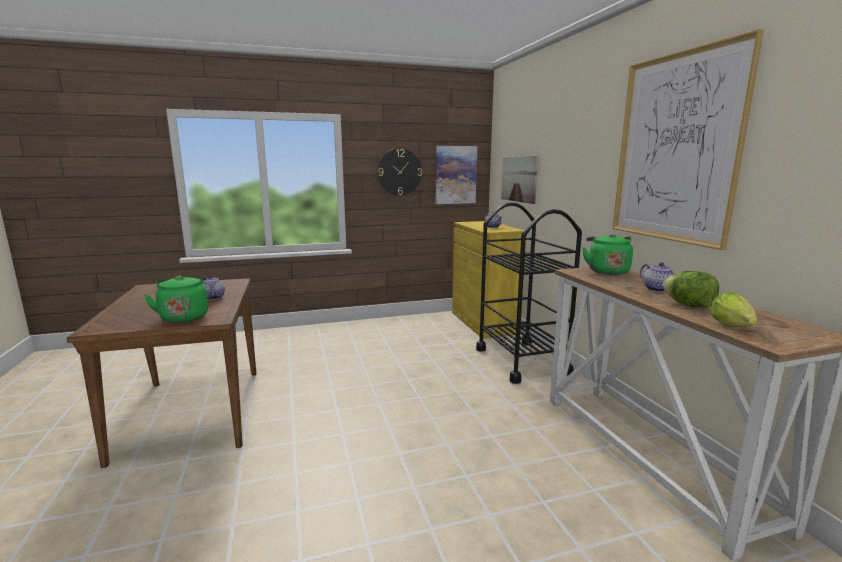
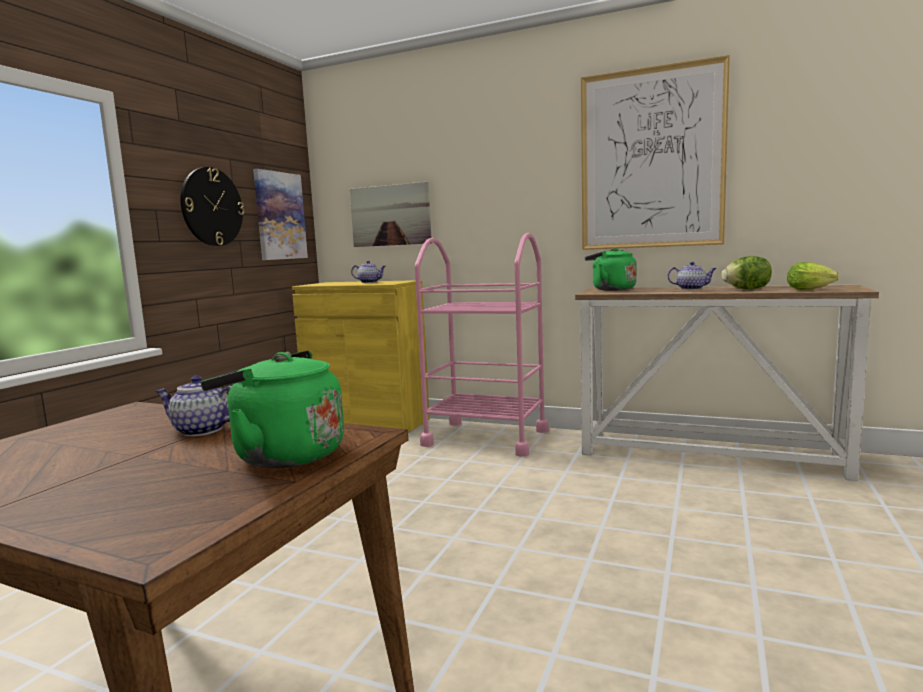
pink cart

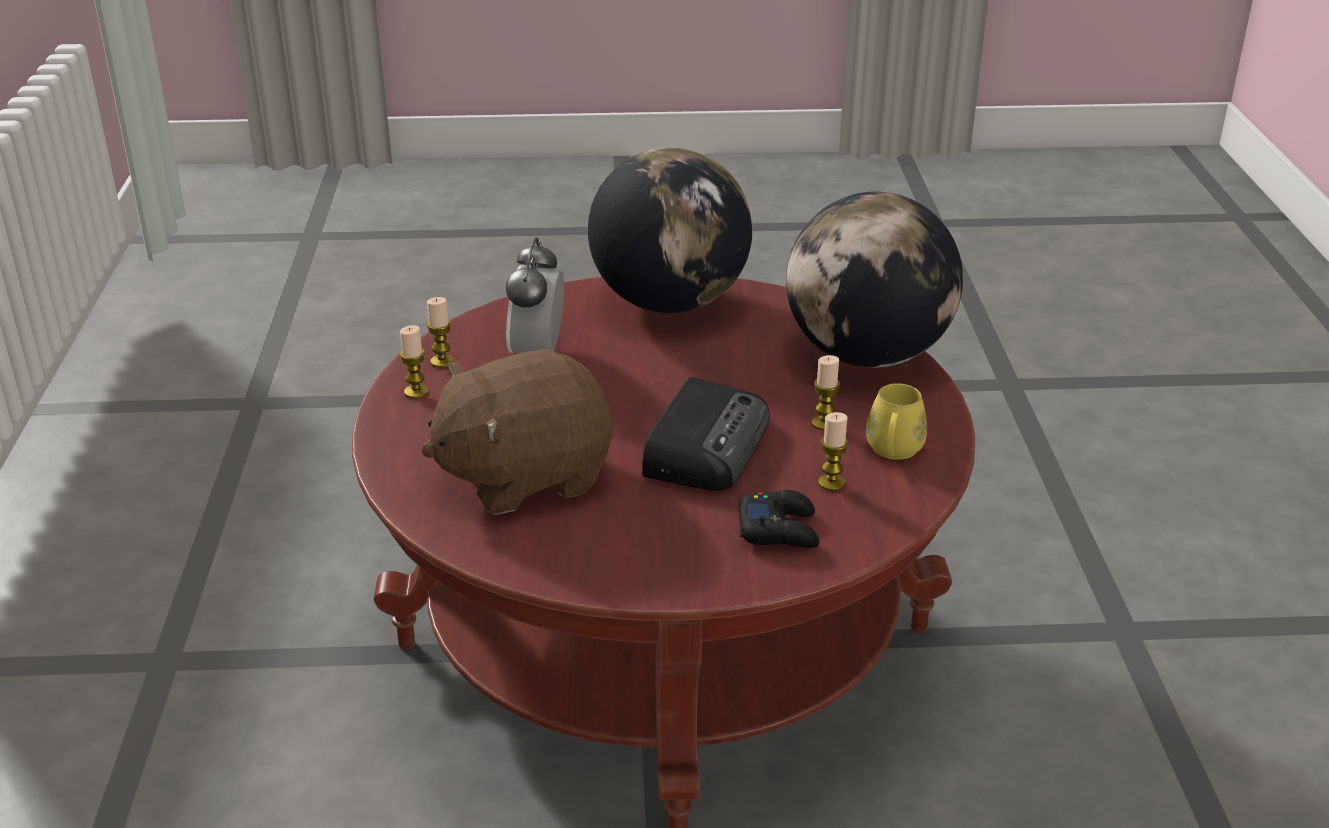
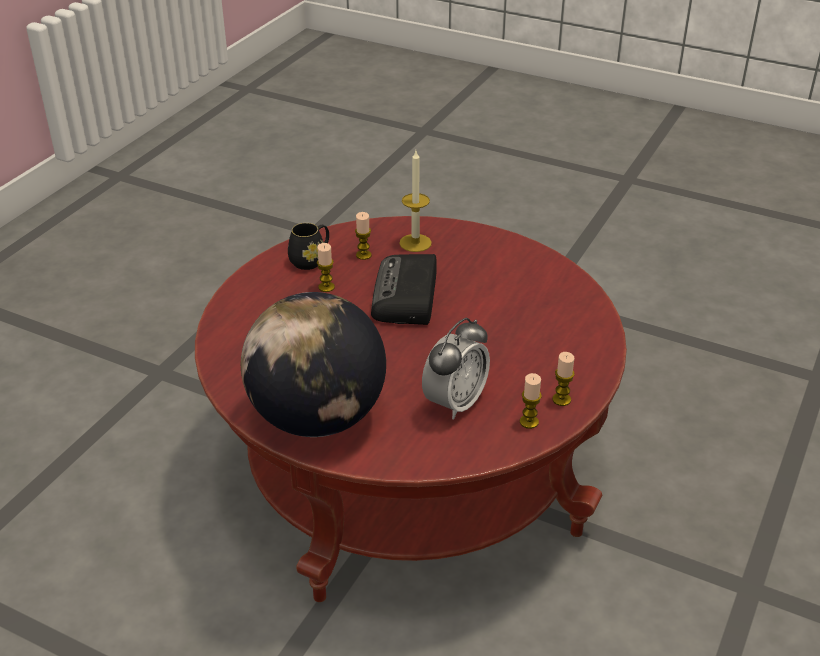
brown plush toy; radio; candle (3rd from left); globe (2nd from left in the first image); black mug

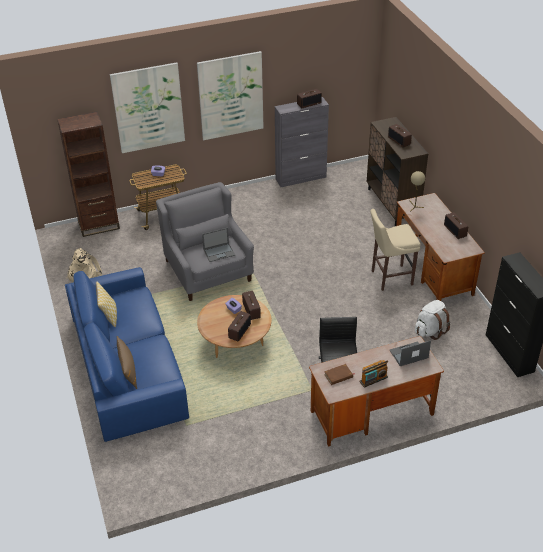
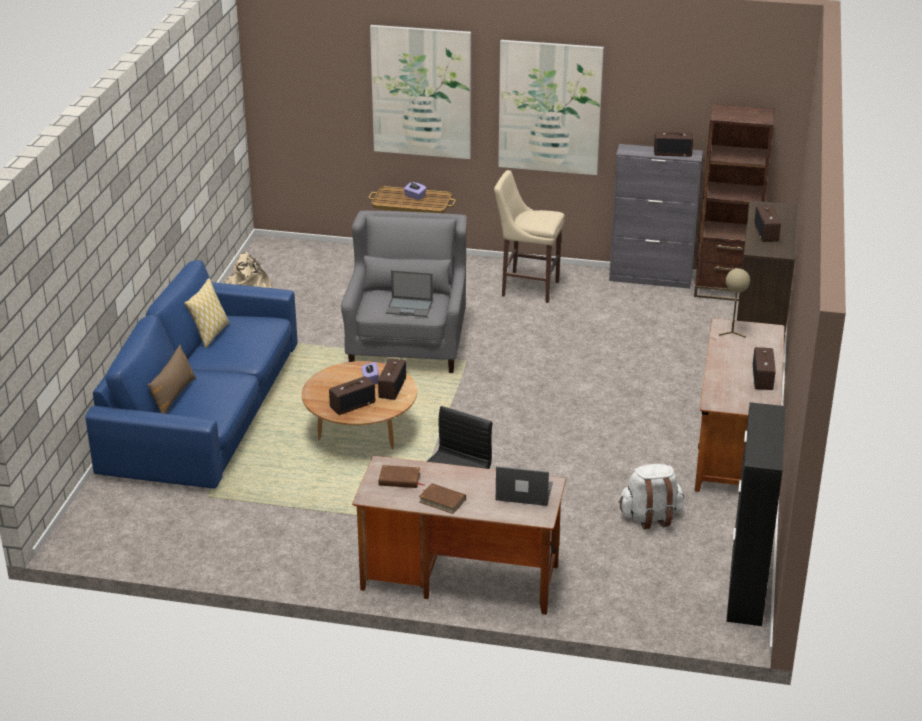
brown bookcase; brown book (2nd from left); beige stool

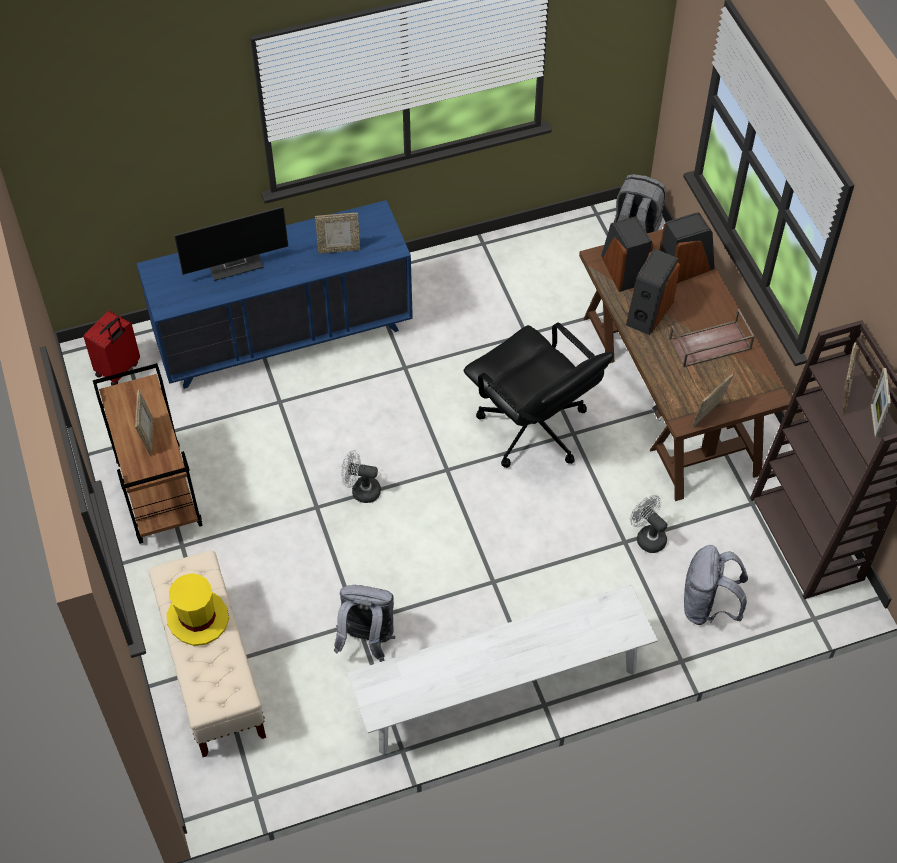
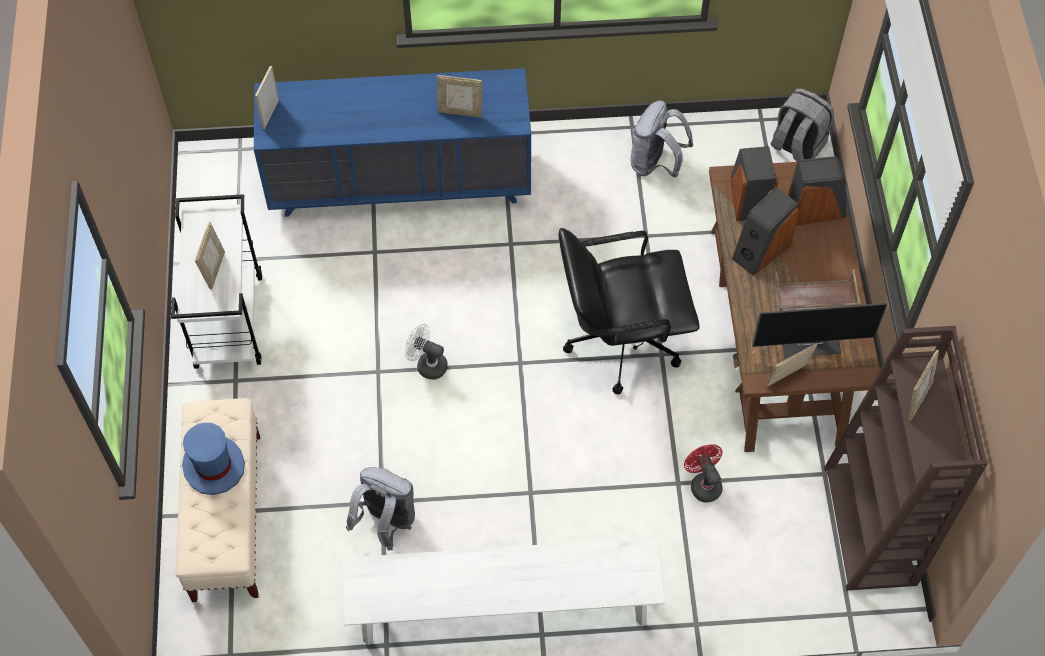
red suitcase; white cart; blue hat; monitor; black office chair; red fan; grey backpack (2nd from left); picture frame (2nd from left)

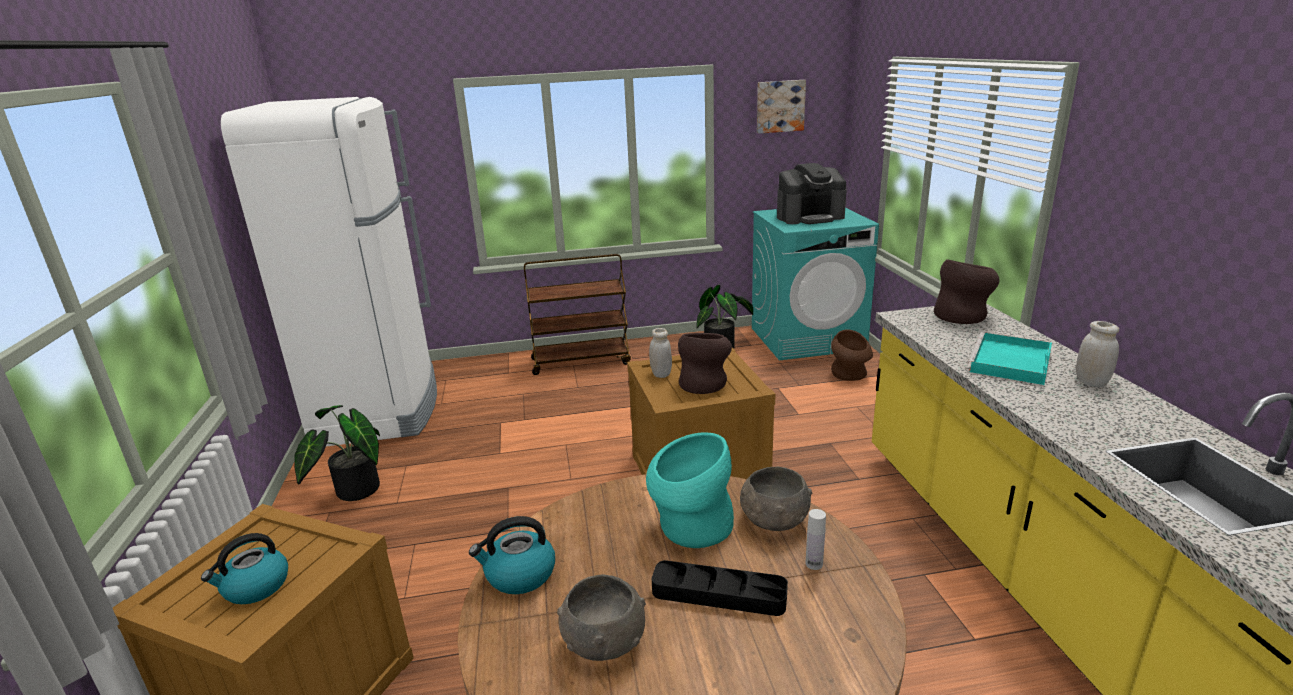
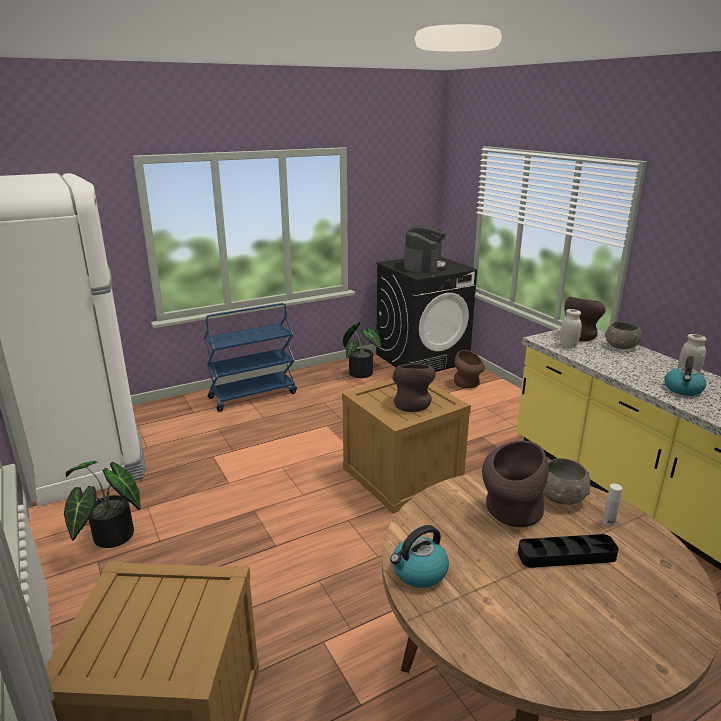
kettle (2nd from left); blue cart; grey bowl (2nd from left); brown vase (3rd from left); white jar (1st from left); black washing machine; picture; coffee machine; turquoise tray

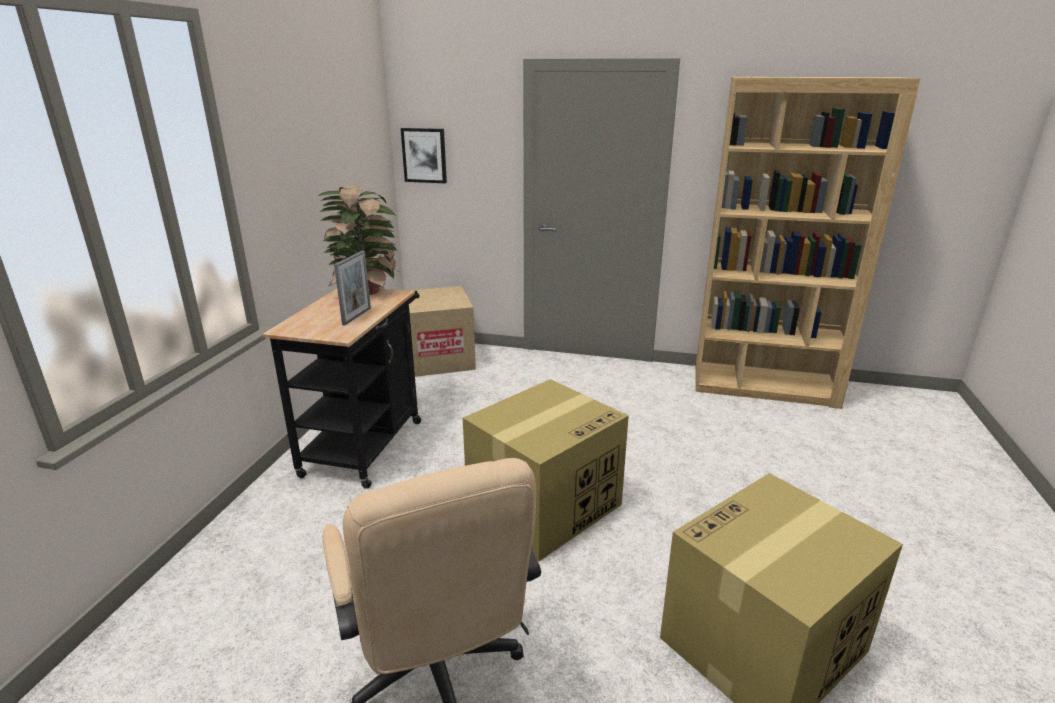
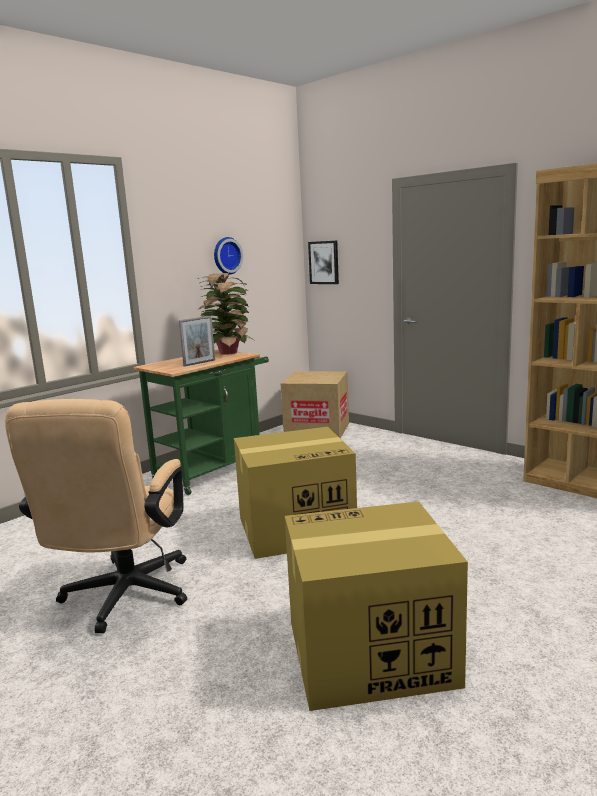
green cart; wall clock

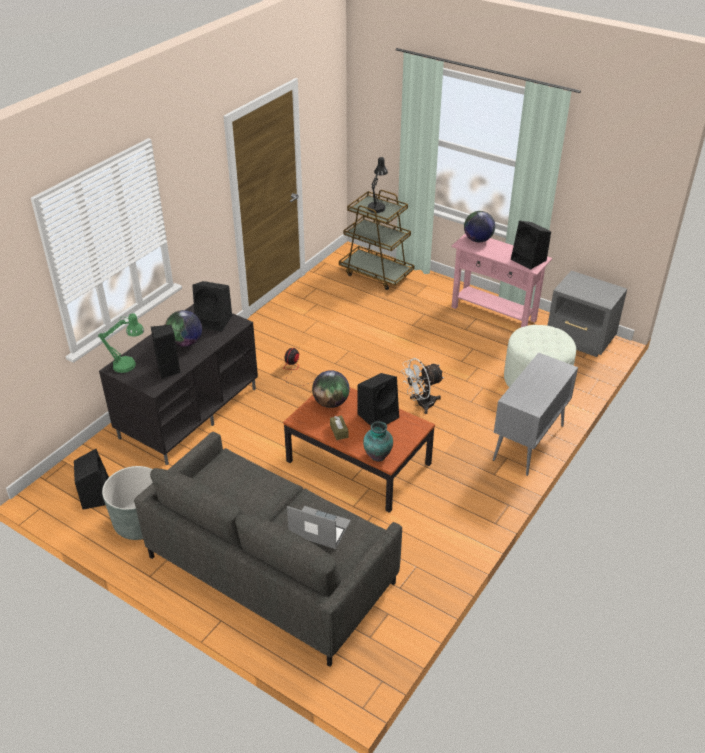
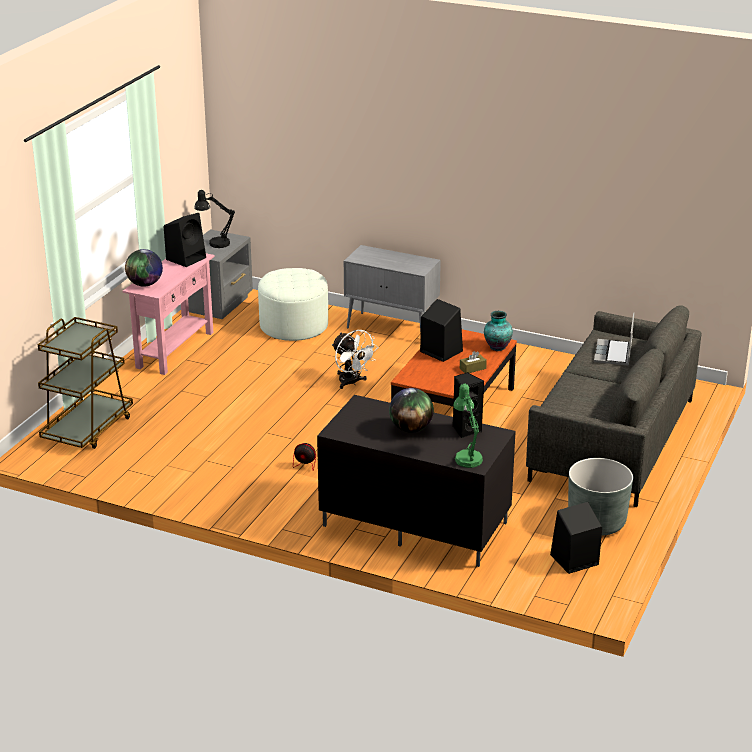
black speaker (3rd from left in the first image); globe (2nd from left in the first image); black table lamp

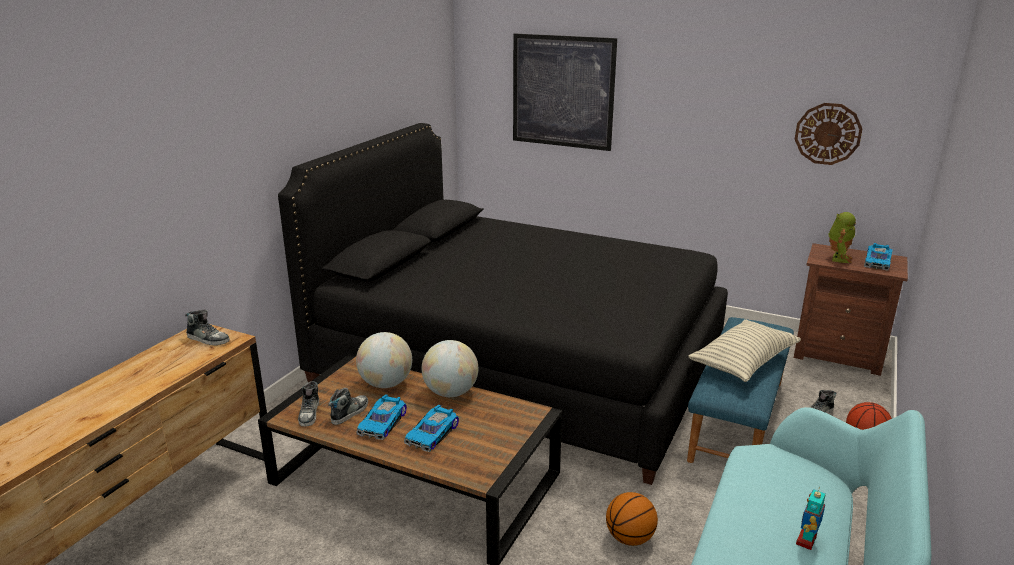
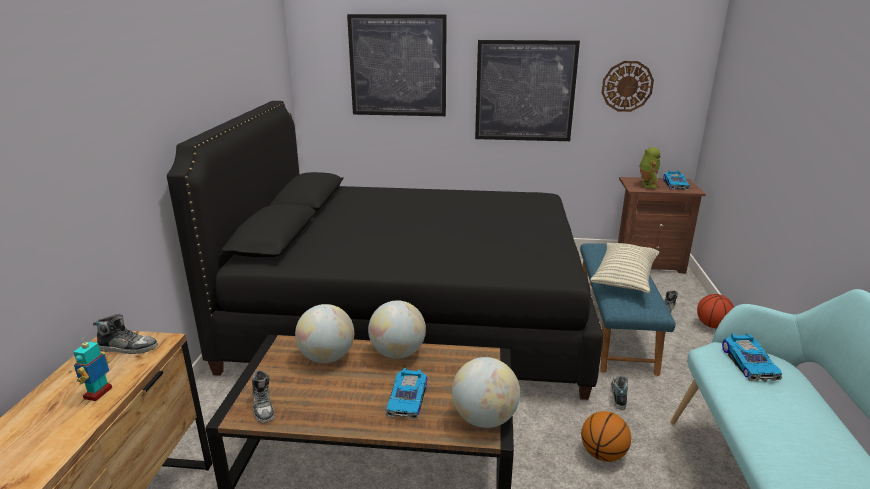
shoe (3rd from left); toy car (3rd from left); toy robot (1st from left); globe (3rd from left); picture (2nd from left)

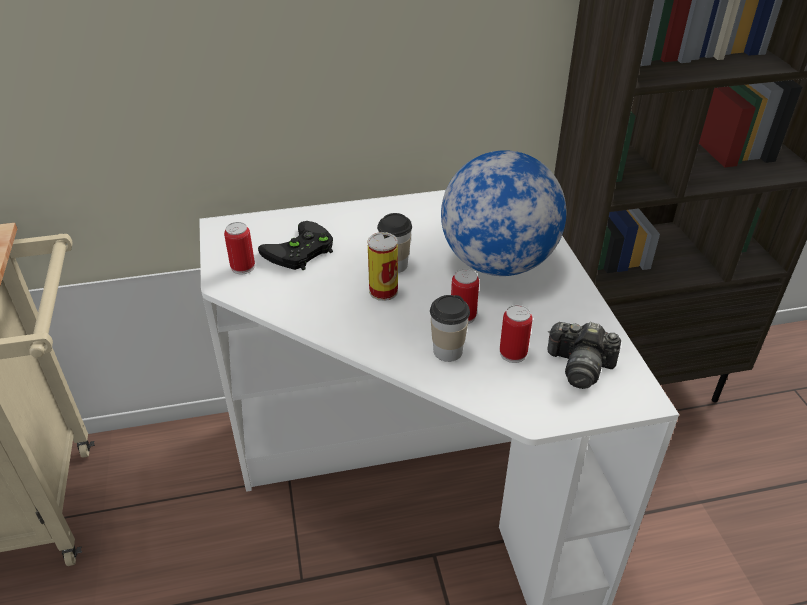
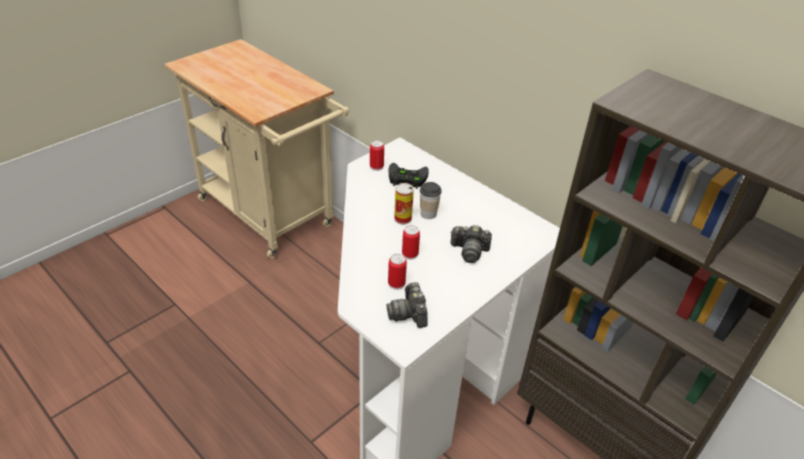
cup (2nd from left in the first image); photo camera (2nd from left)

